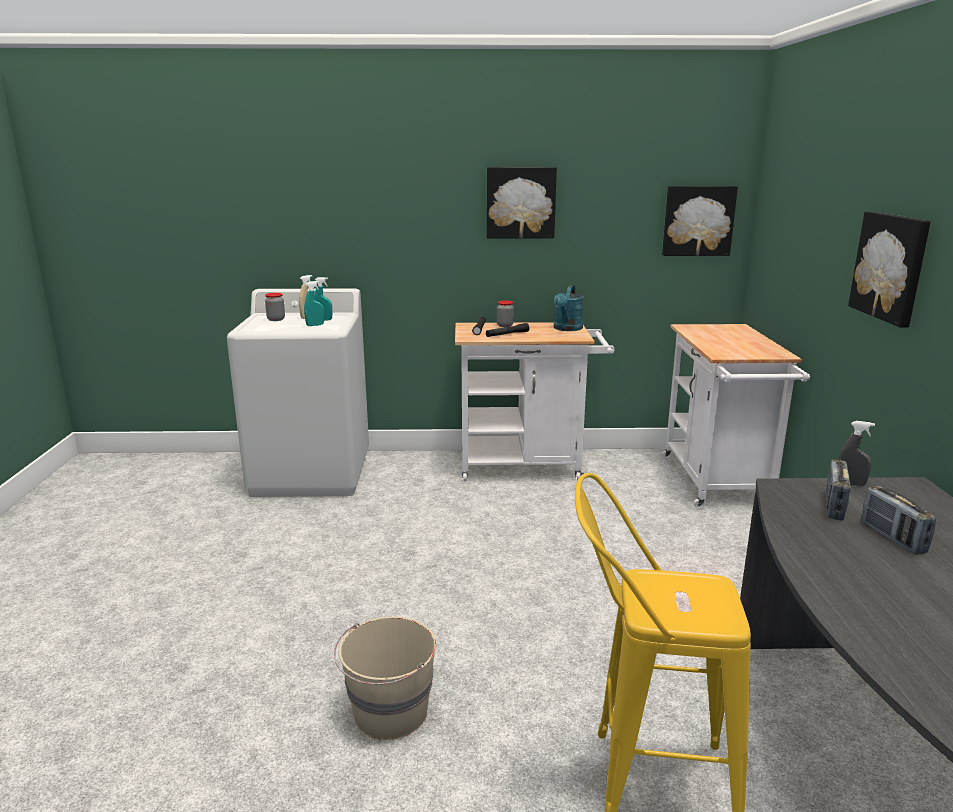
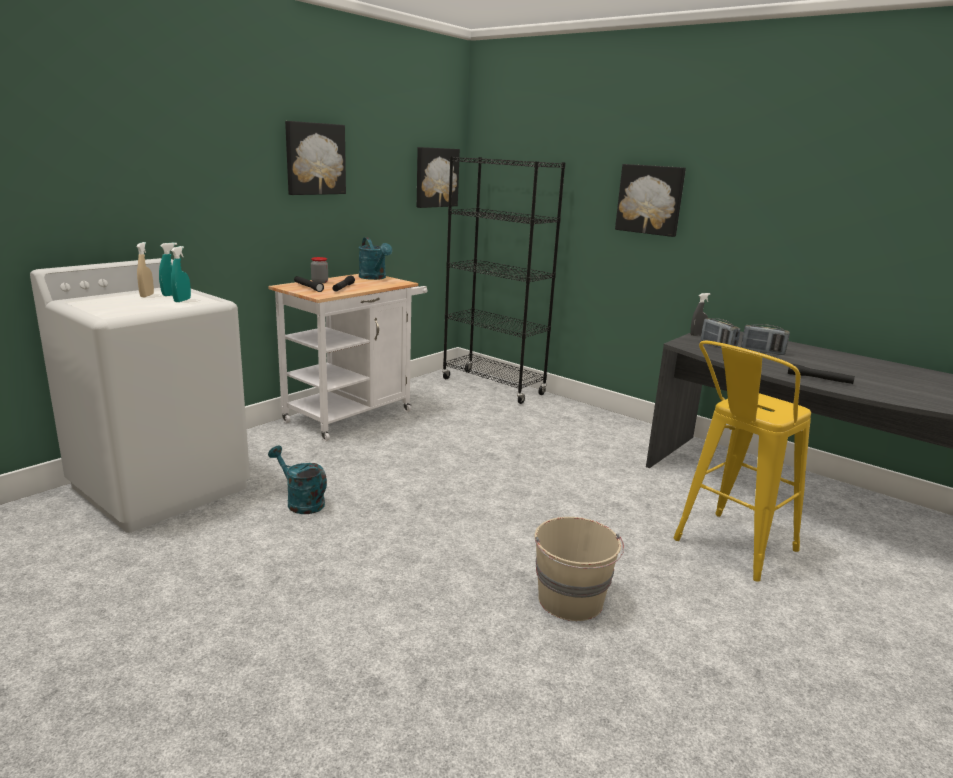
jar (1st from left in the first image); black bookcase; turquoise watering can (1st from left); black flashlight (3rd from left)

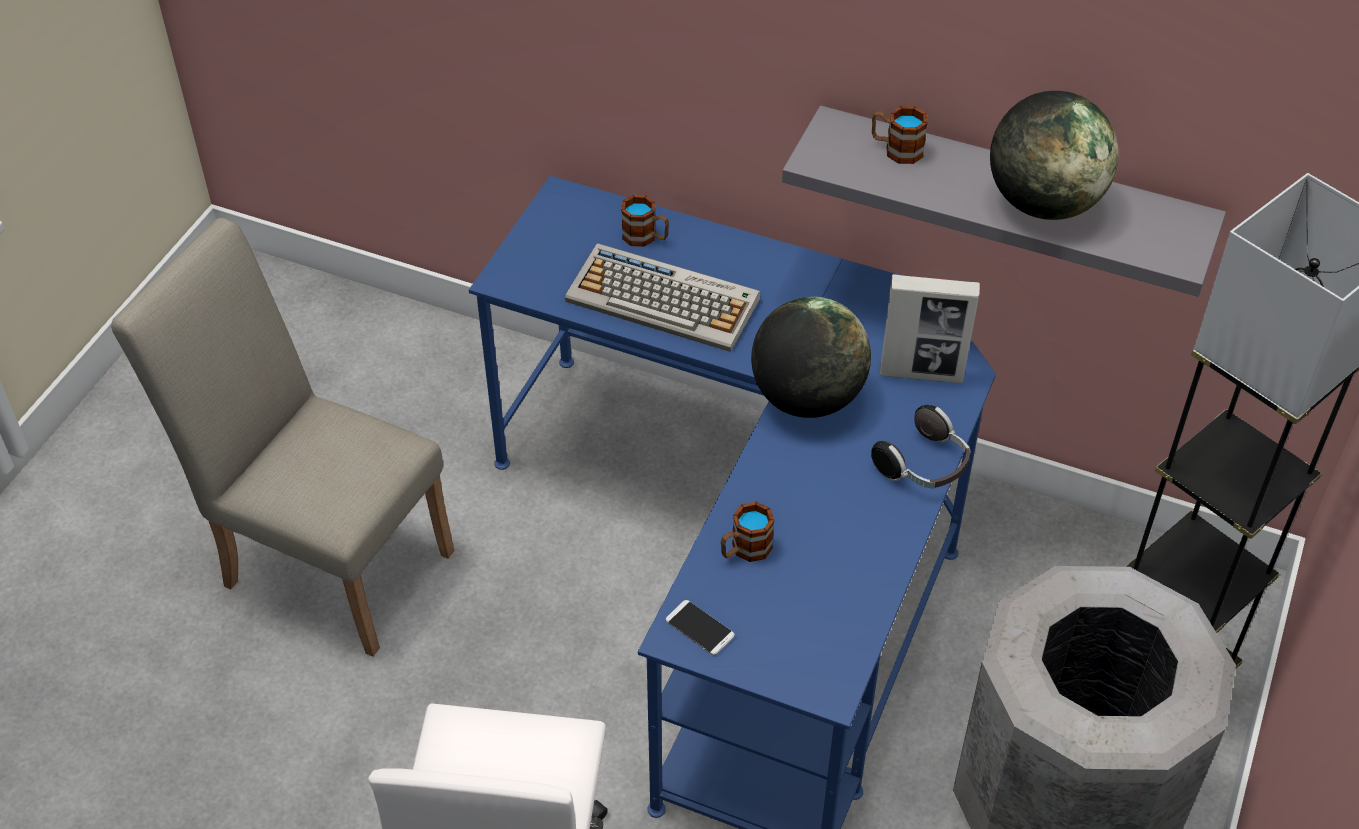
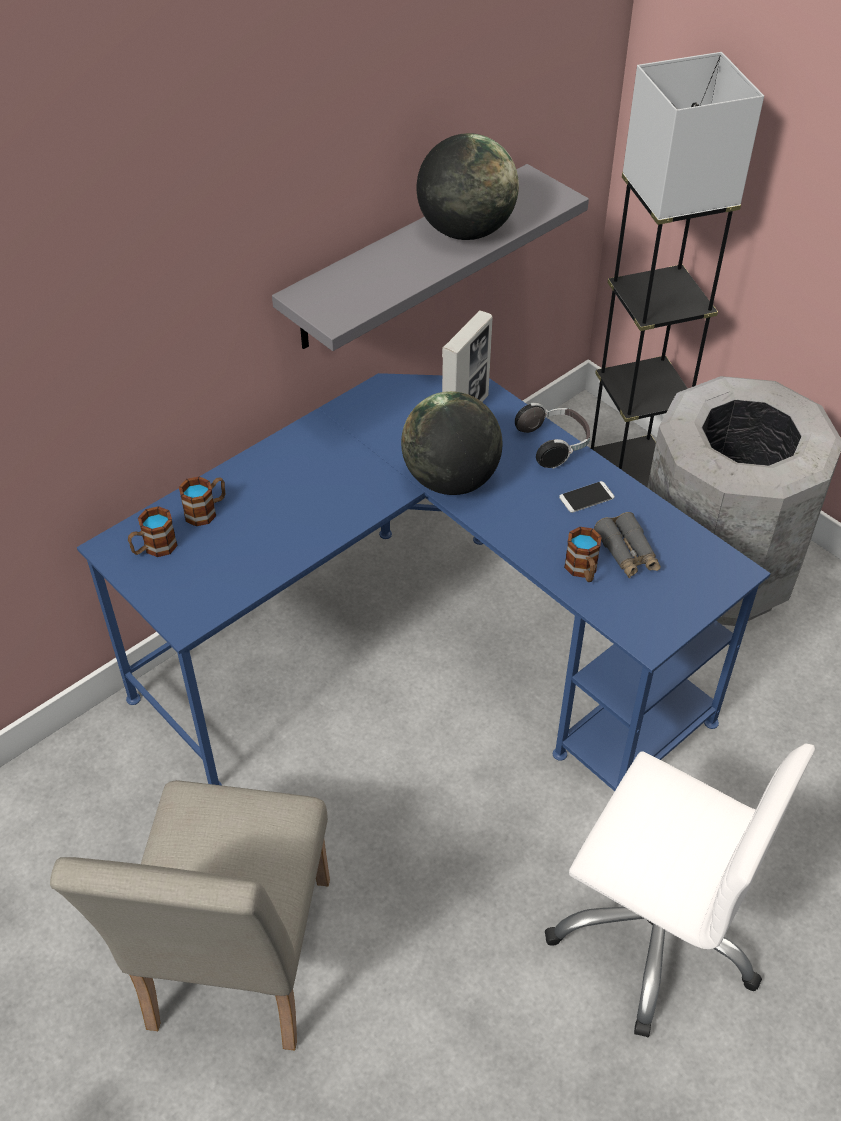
beige chair; keyboard; phone; mug (1st from left); grey binoculars

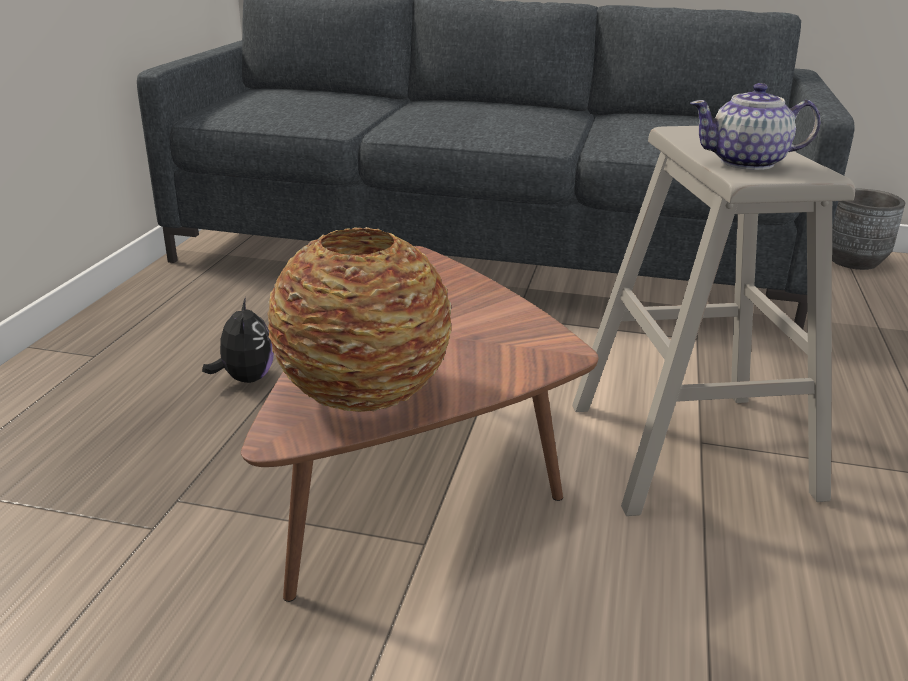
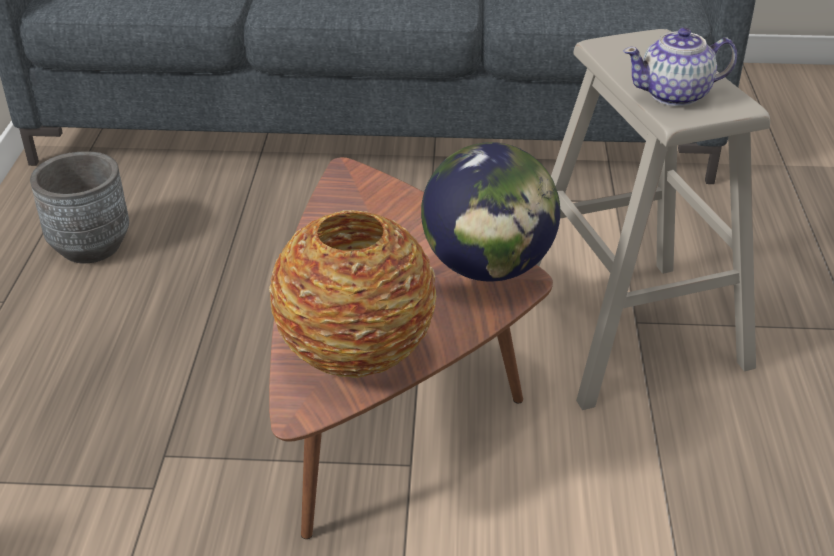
plush toy; grey planter; globe

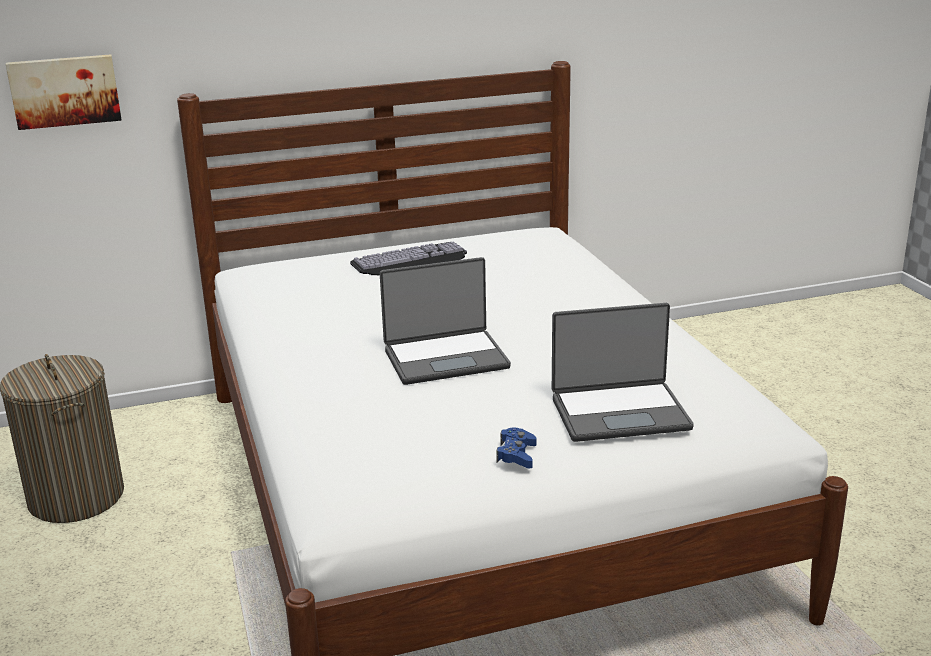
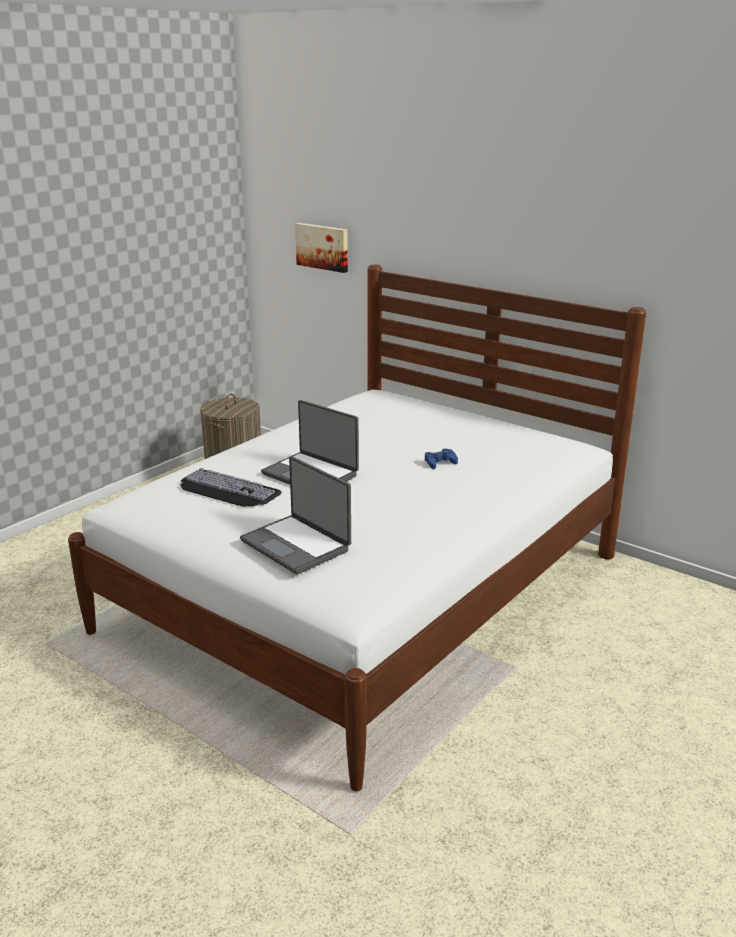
keyboard; blue game controller

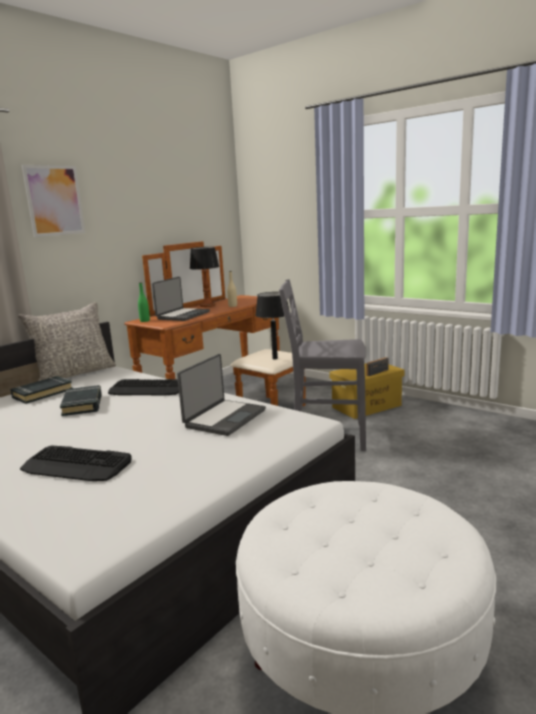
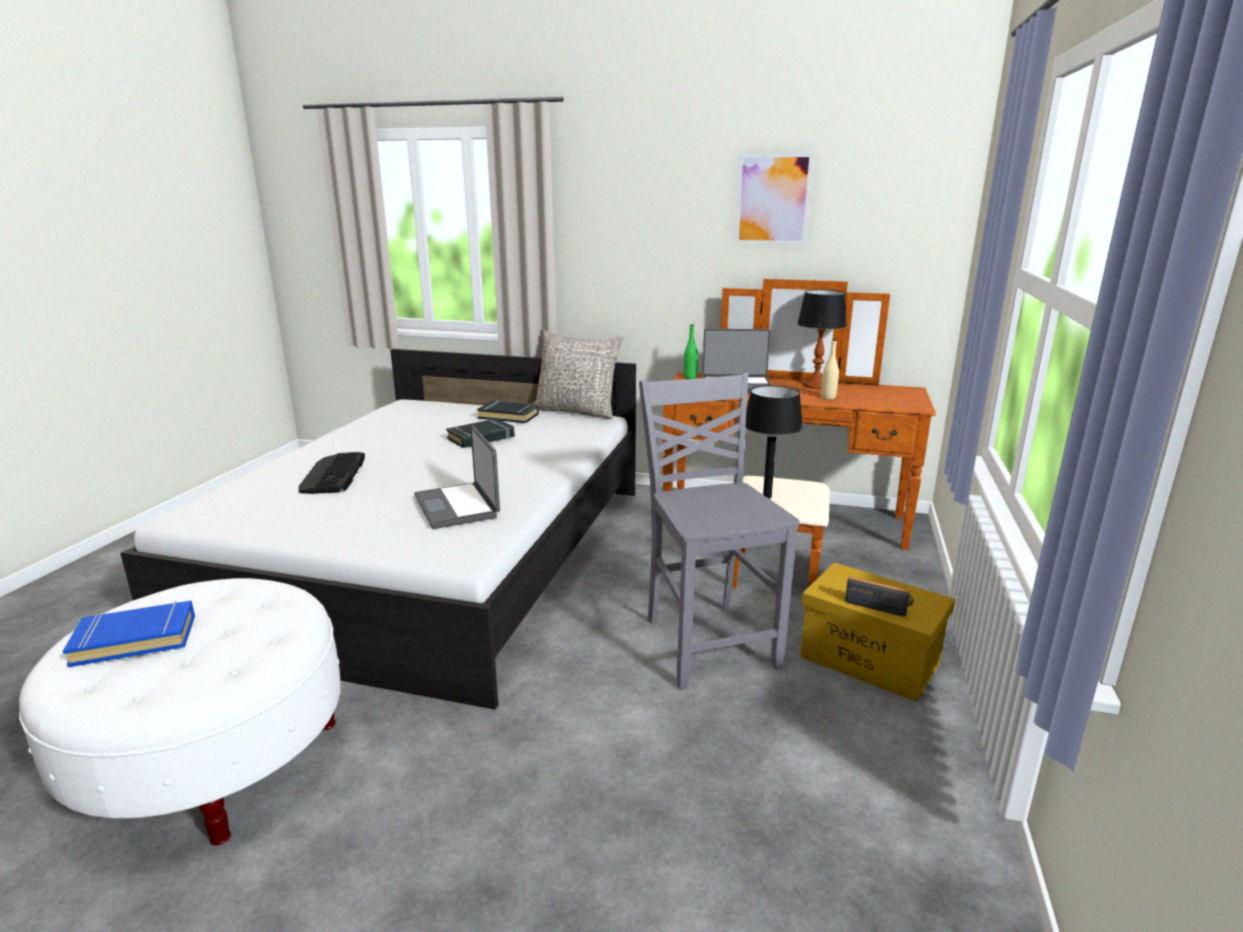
picture; keyboard (2nd from left in the first image); laptop (1st from left); blue book

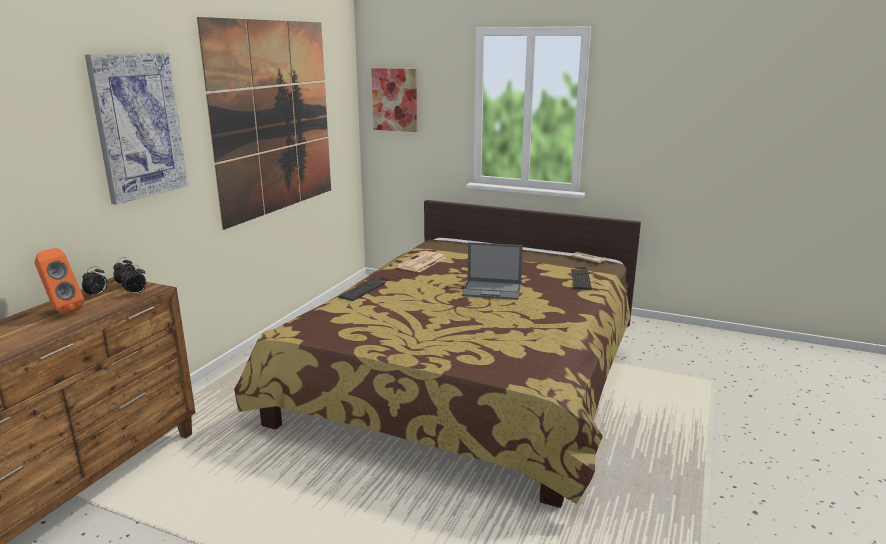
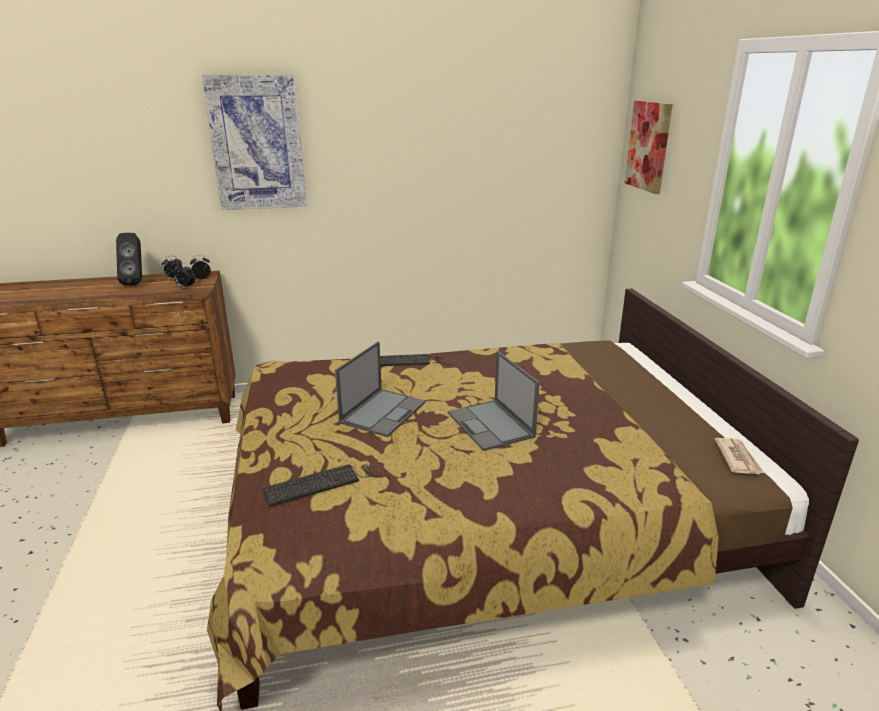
black speaker; picture (2nd from left in the first image); newspaper (1st from left in the first image); keyboard (1st from left); laptop (1st from left)

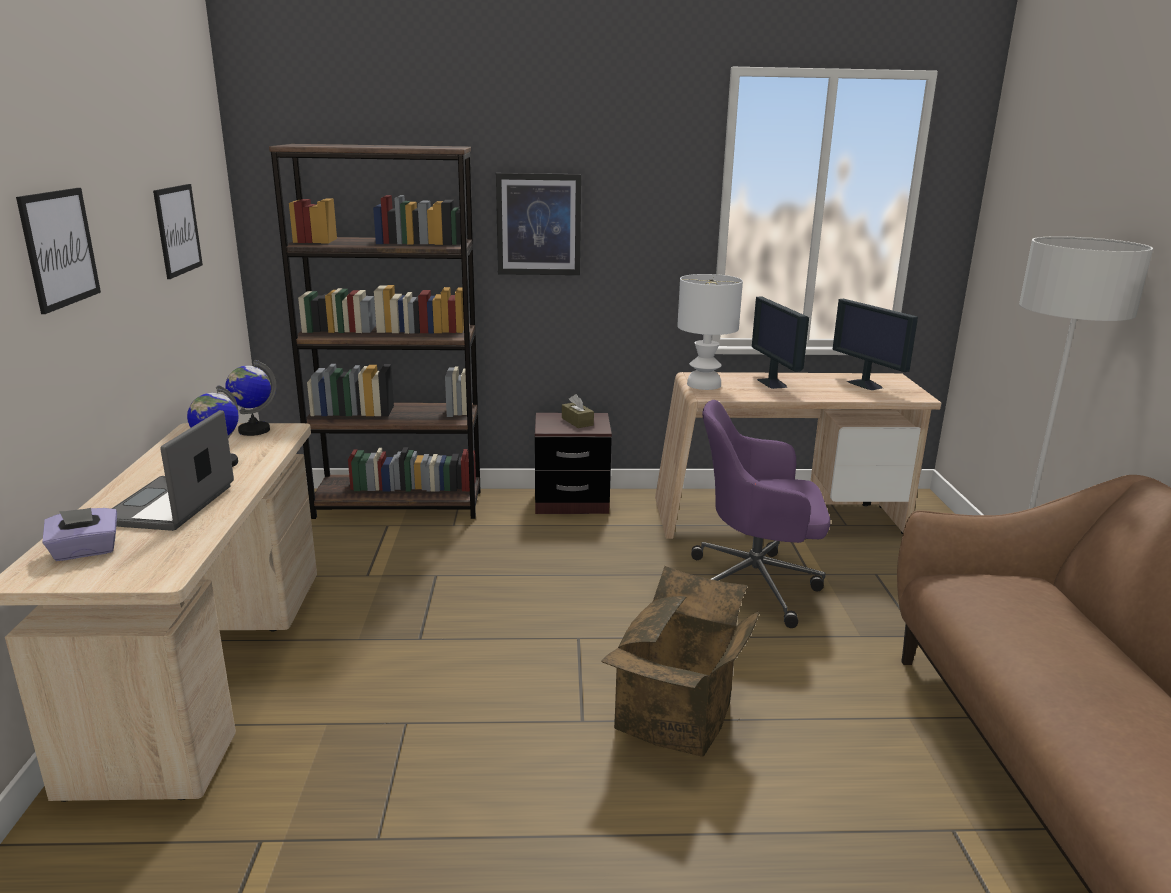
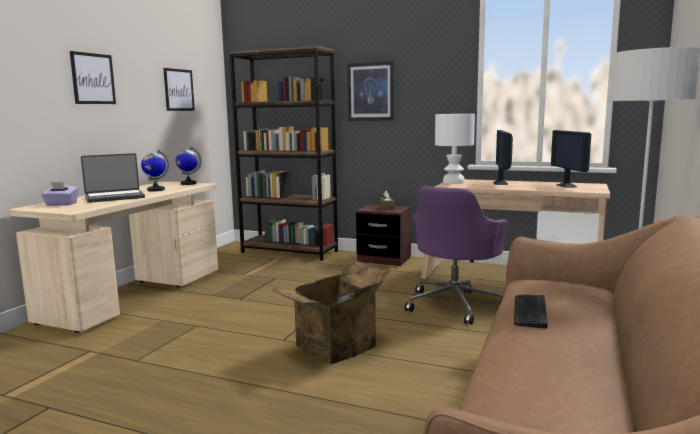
laptop; purple office chair; keyboard

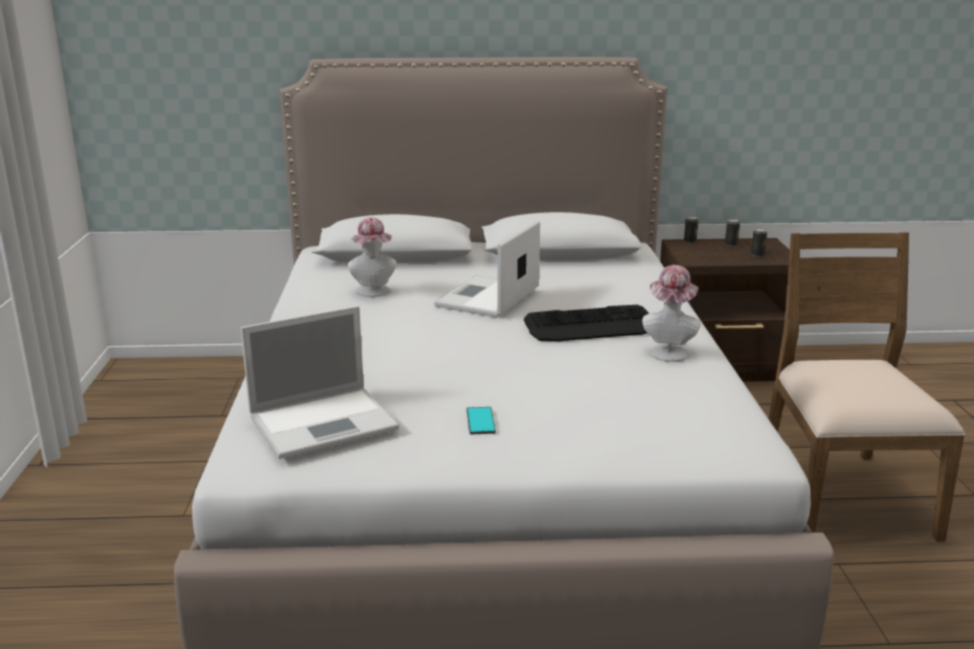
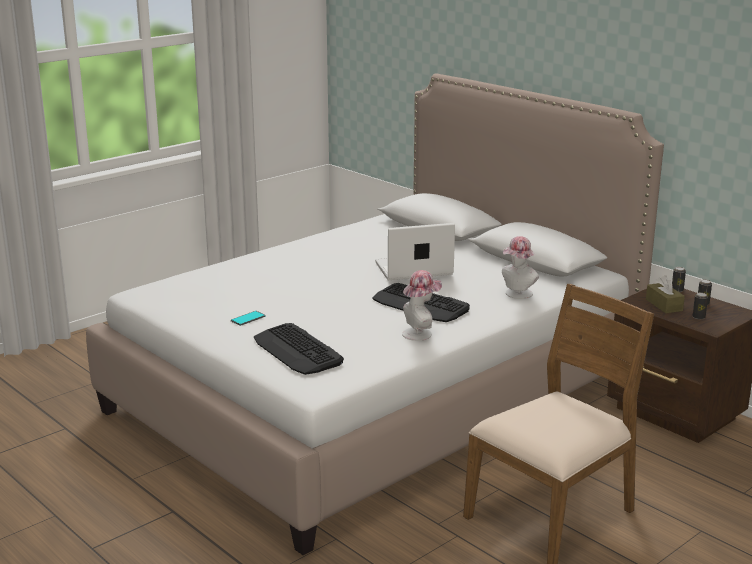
laptop (1st from left in the first image); hat (2nd from left); keyboard (1st from left); brown tissue box

